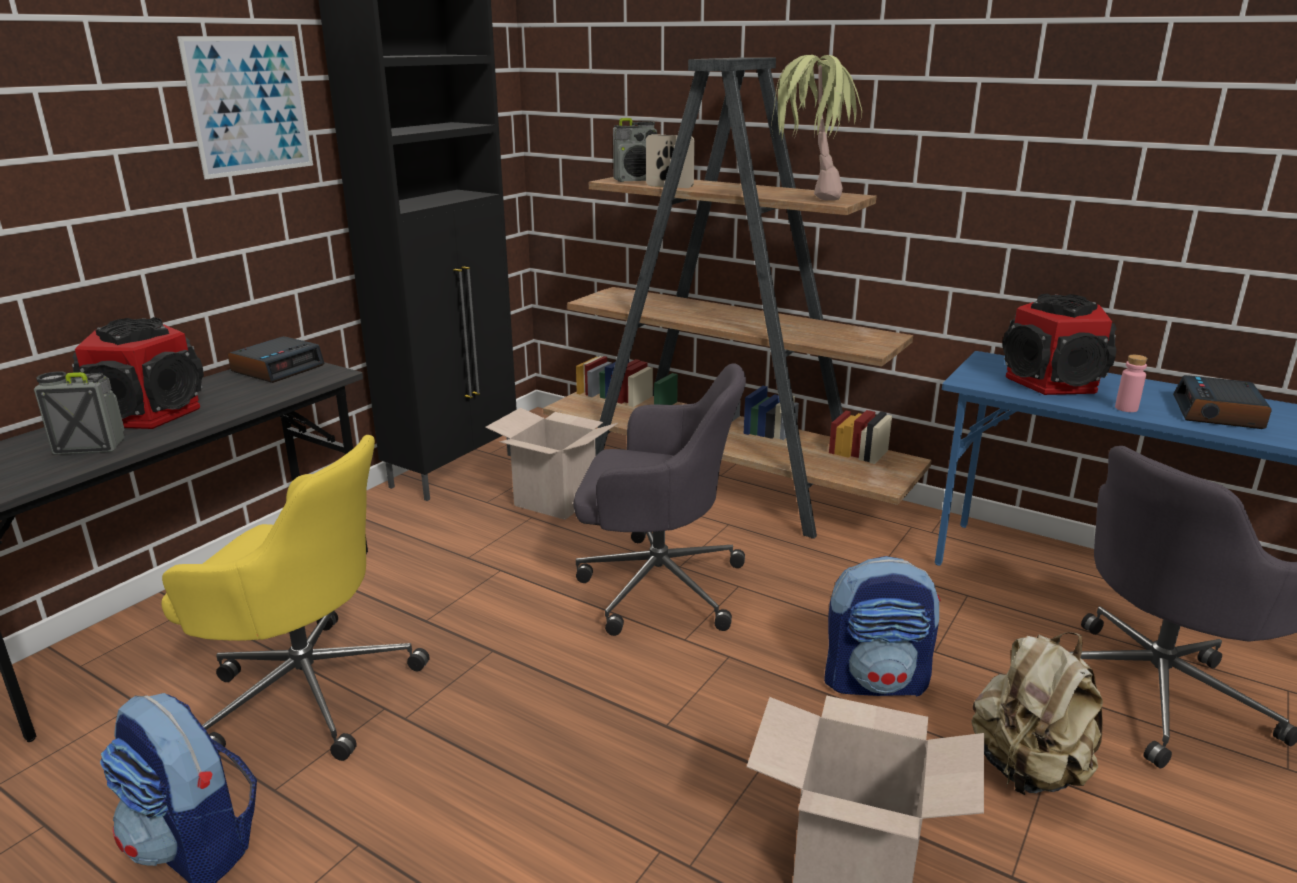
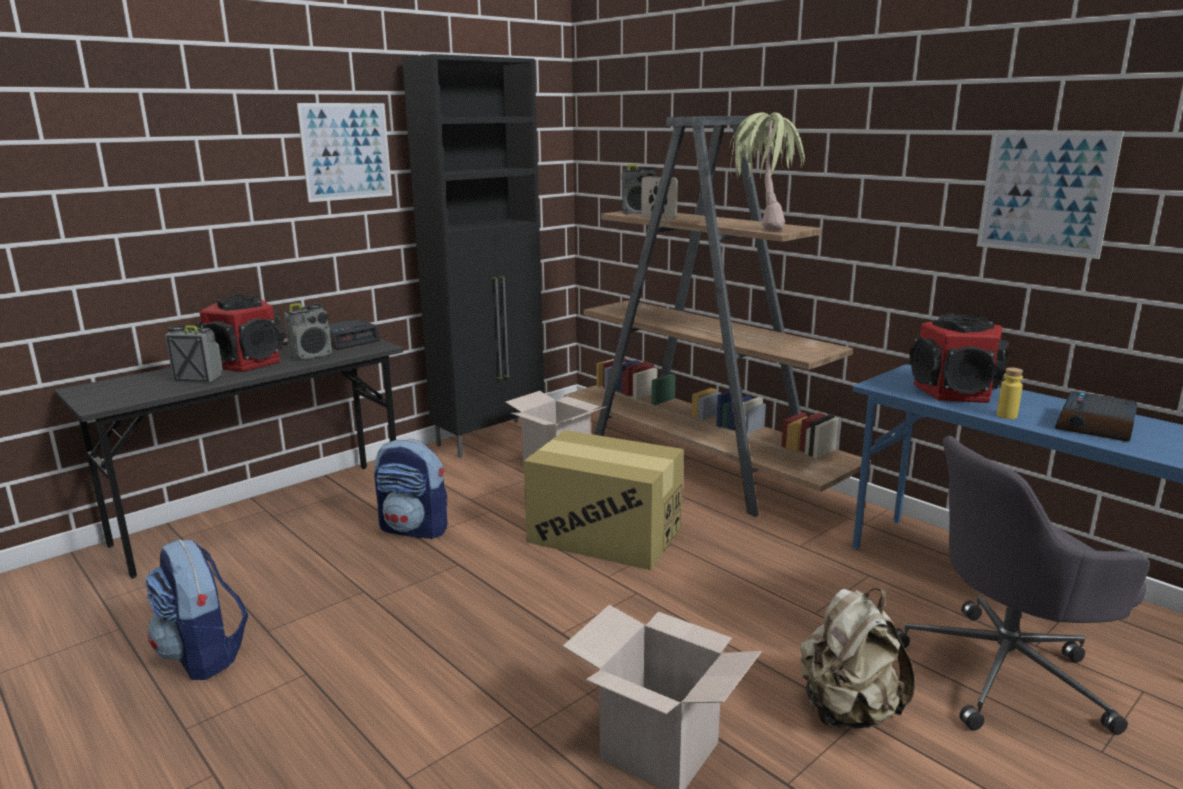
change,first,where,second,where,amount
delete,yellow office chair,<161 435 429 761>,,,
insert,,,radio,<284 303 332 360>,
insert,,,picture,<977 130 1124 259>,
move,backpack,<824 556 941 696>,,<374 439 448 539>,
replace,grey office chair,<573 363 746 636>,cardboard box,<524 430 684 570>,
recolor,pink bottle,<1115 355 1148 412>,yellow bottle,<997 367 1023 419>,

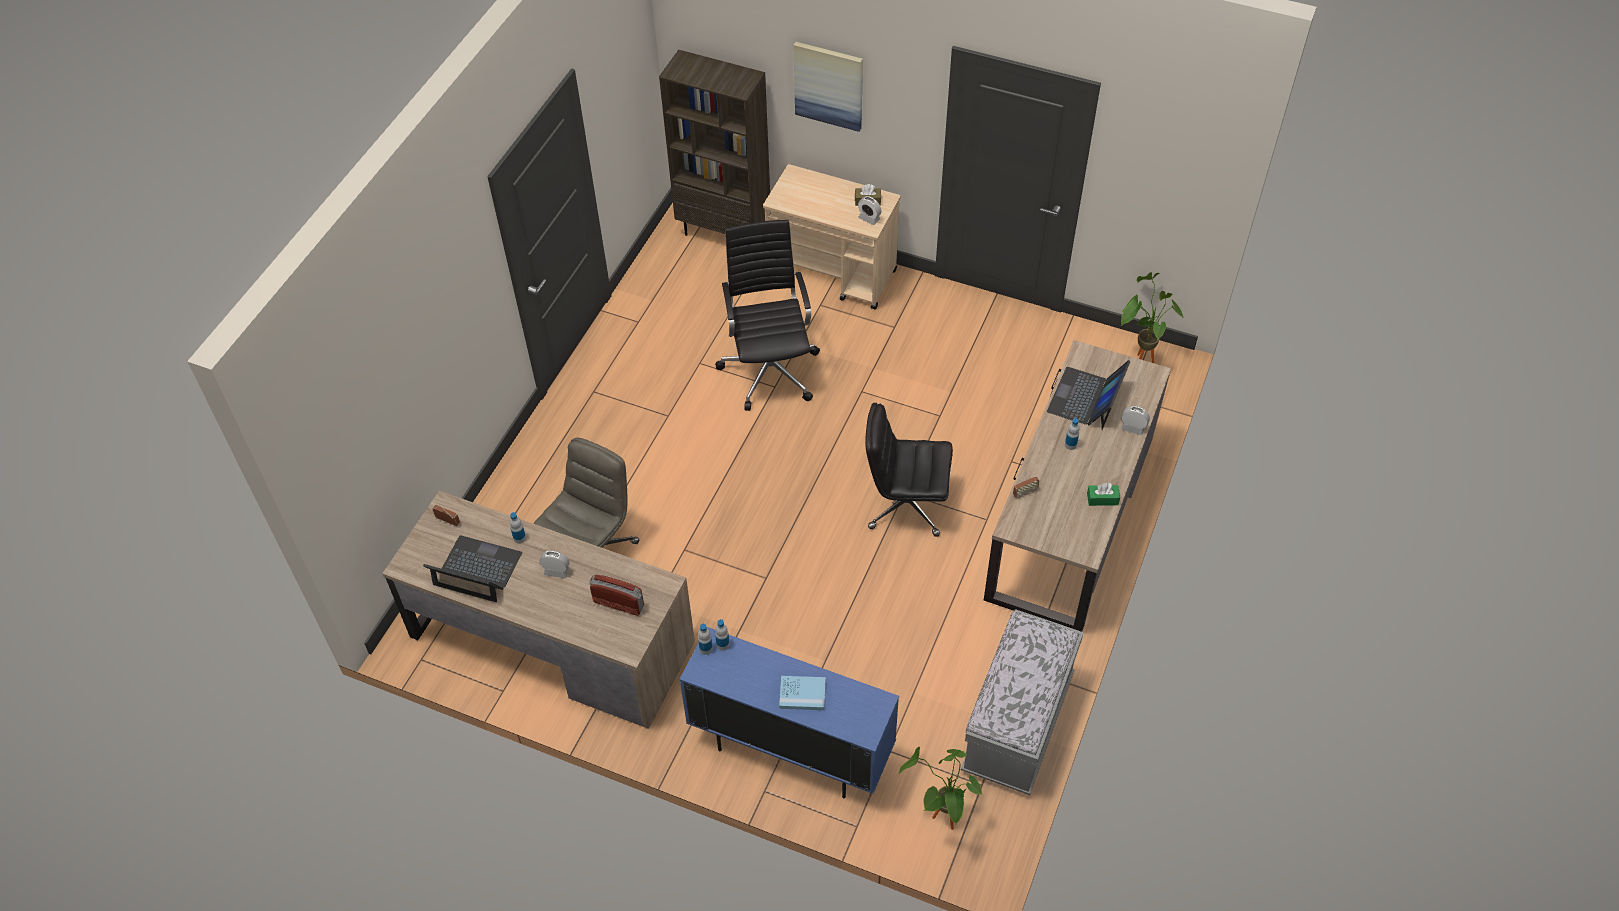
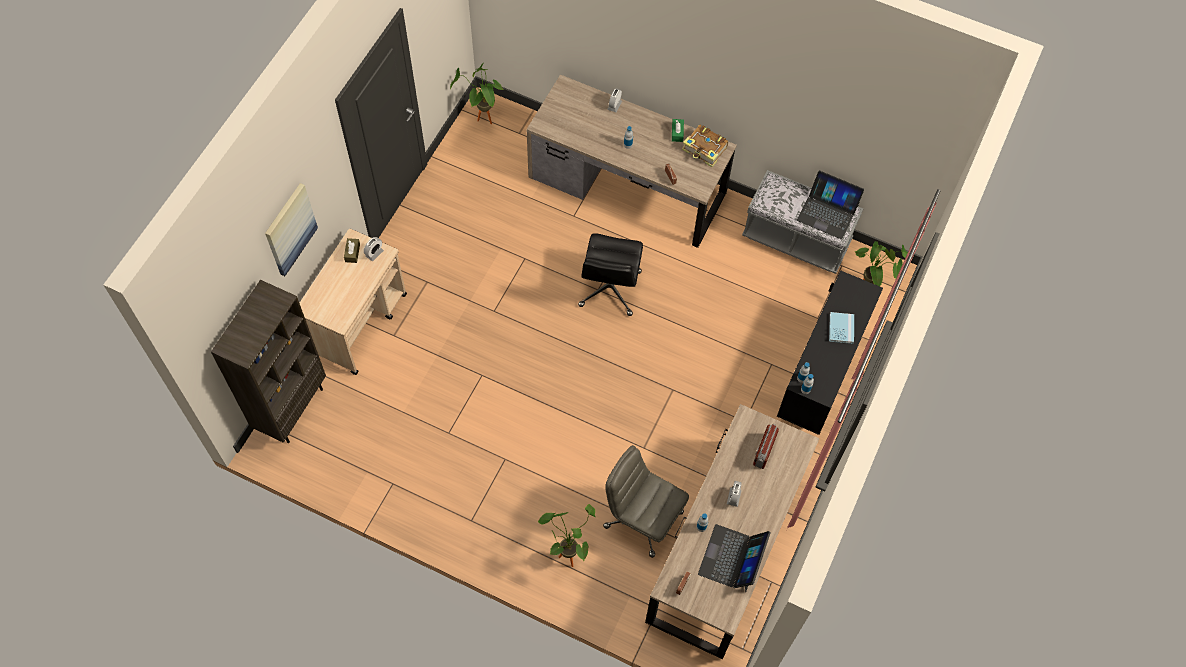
change,first,where,second,where,amount
delete,black office chair,<715 220 820 411>,,,
insert,,,potted plant,<538 504 596 567>,
insert,,,book,<682 125 728 167>,
move,laptop,<1047 360 1131 430>,,<797 171 864 239>,
recolor,blue cabinet,<679 627 899 798>,black cabinet,<777 270 883 435>,

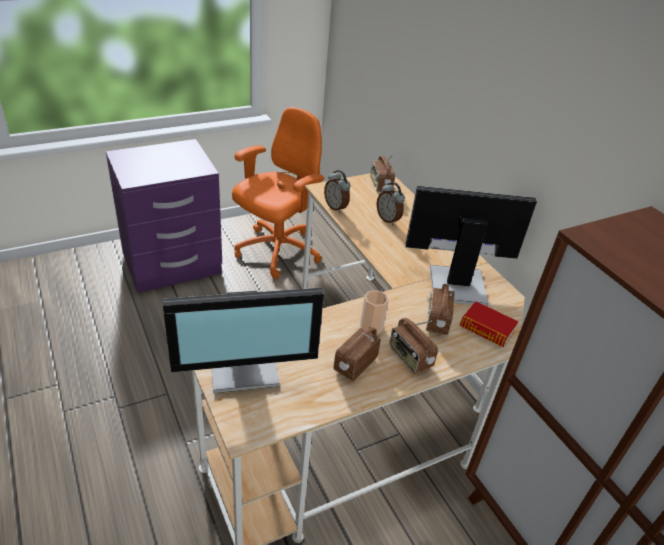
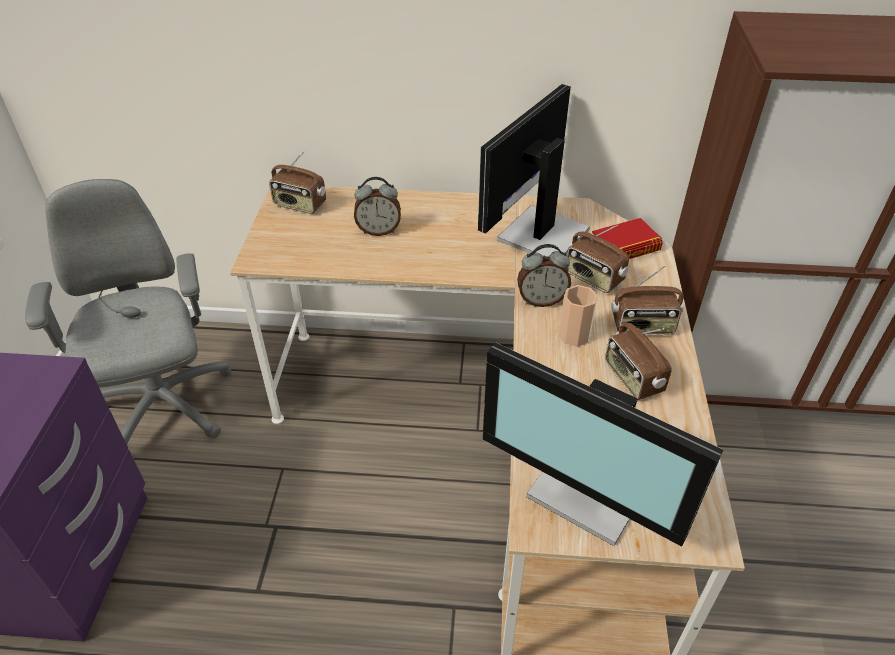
change,first,where,second,where,amount
move,alarm clock,<324 170 350 213>,,<517 244 571 307>,
recolor,orange office chair,<232 107 324 279>,grey office chair,<25 179 232 459>,
rotate,monitor,<163 288 324 393>,,<483 342 723 547>,105 degrees clockwise

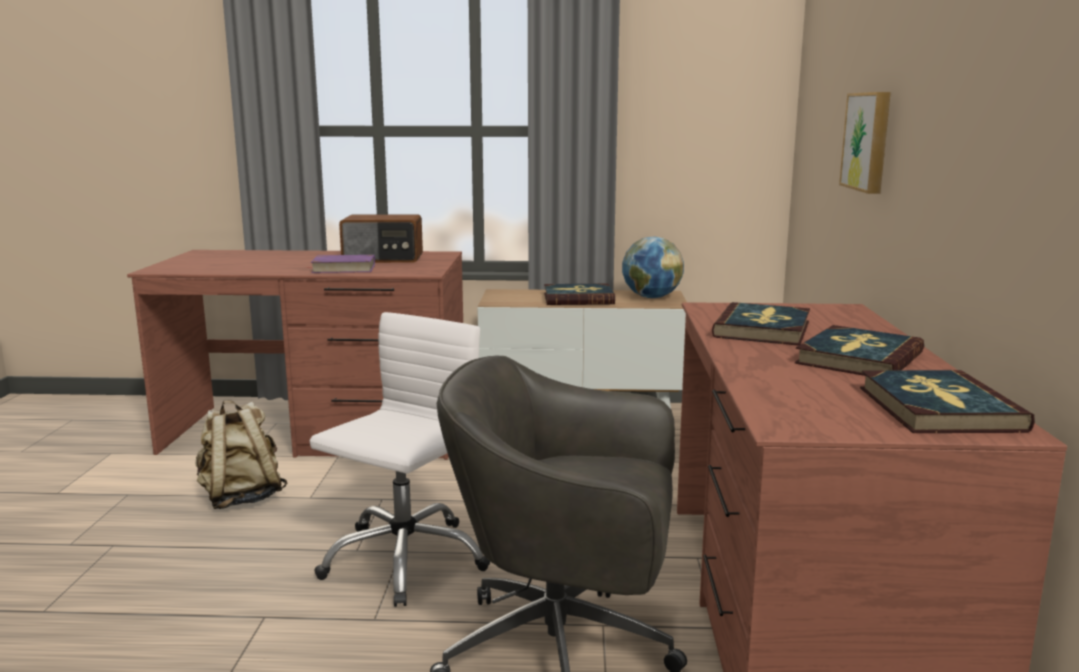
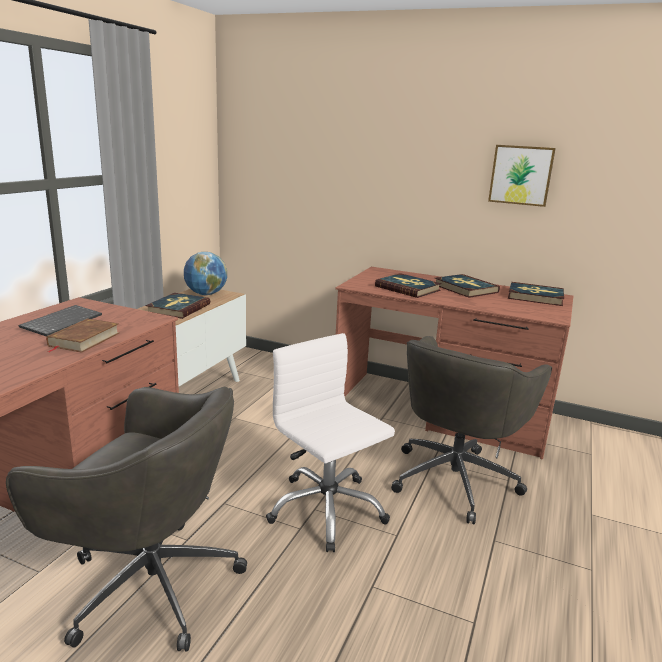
change,first,where,second,where,amount
move,picture,<839 92 891 194>,,<488 145 556 207>,
replace,beige backpack,<195 400 287 509>,grey office chair,<6 387 247 651>,
replace,radio,<339 214 423 263>,keyboard,<19 305 102 337>,
recolor,purple book,<306 255 375 273>,brown book,<46 318 119 353>,

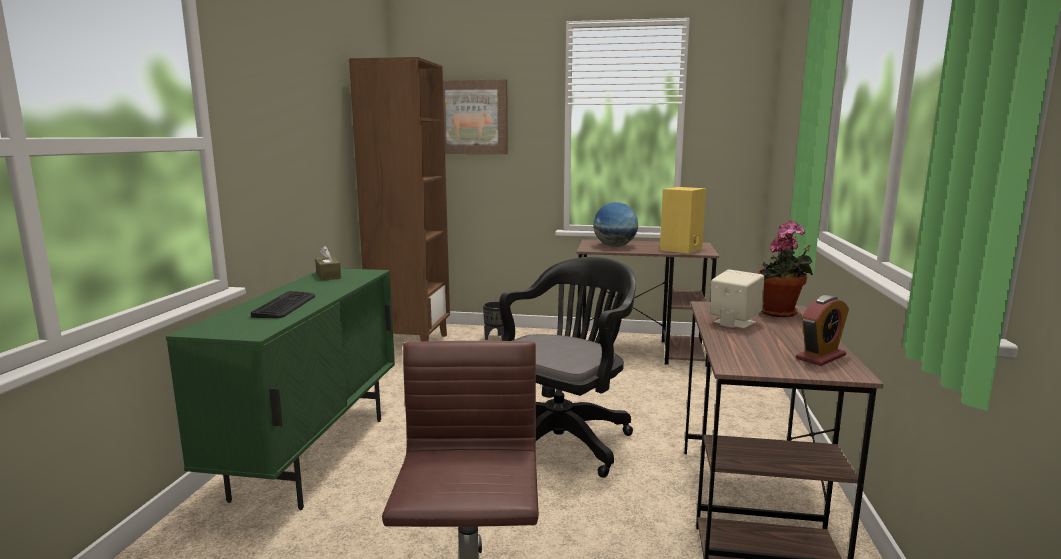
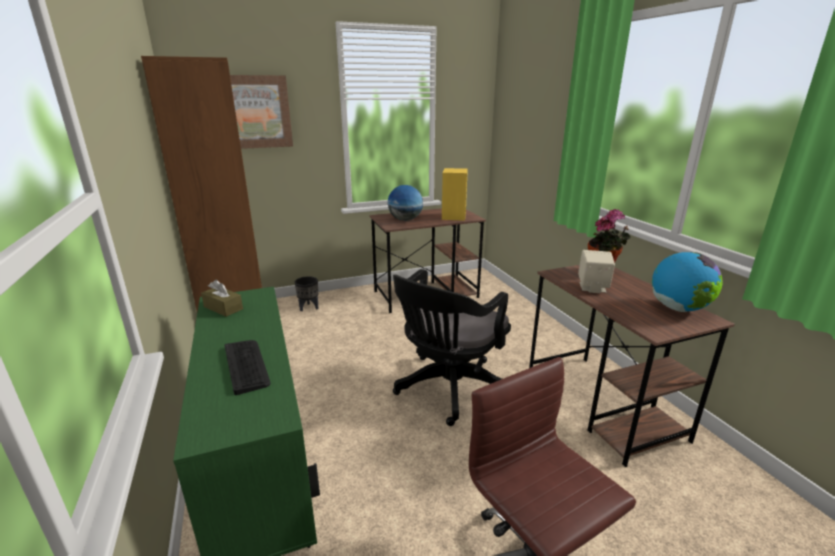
change,first,where,second,where,amount
replace,alarm clock,<796 295 849 366>,globe,<652 252 722 312>,
rotate,black office chair,<499 257 636 478>,,<393 269 511 426>,150 degrees counterclockwise

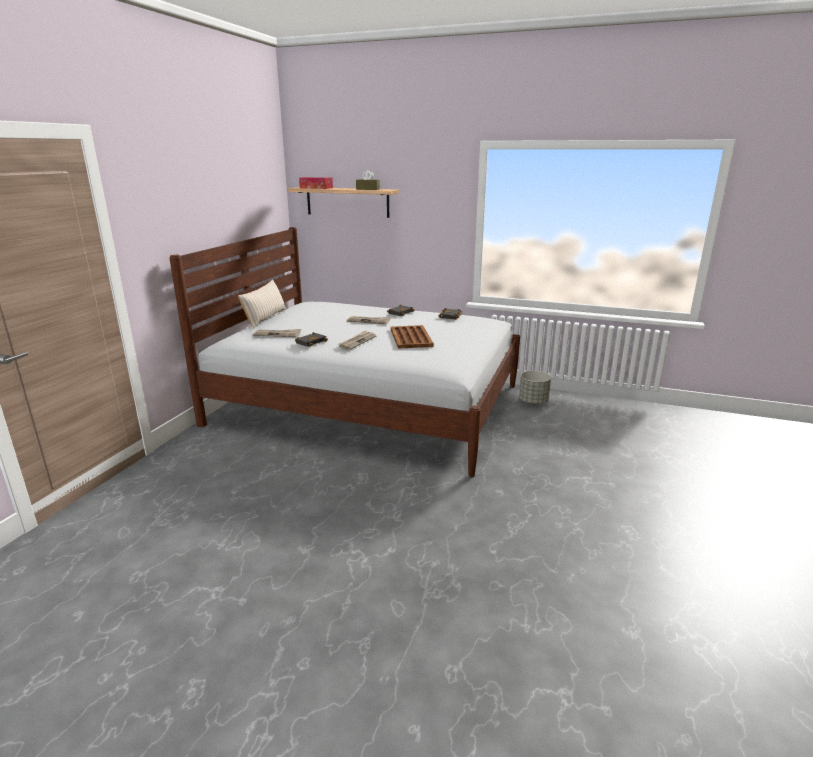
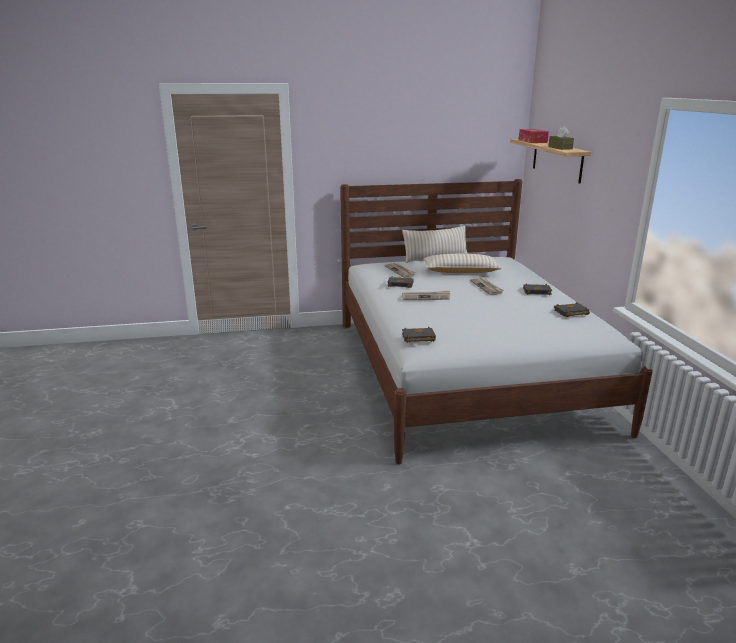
change,first,where,second,where,amount
delete,brown tray,<391 325 434 349>,,,
delete,grey planter,<519 371 551 404>,,,
insert,,,black book,<402 327 436 343>,
insert,,,beige pillow,<423 254 502 273>,

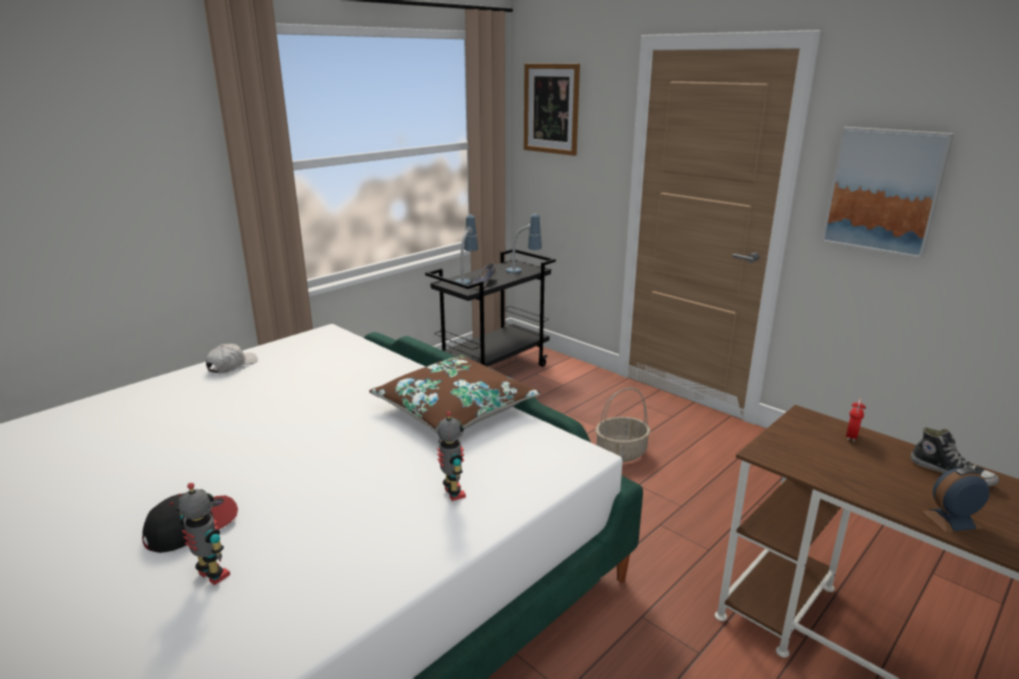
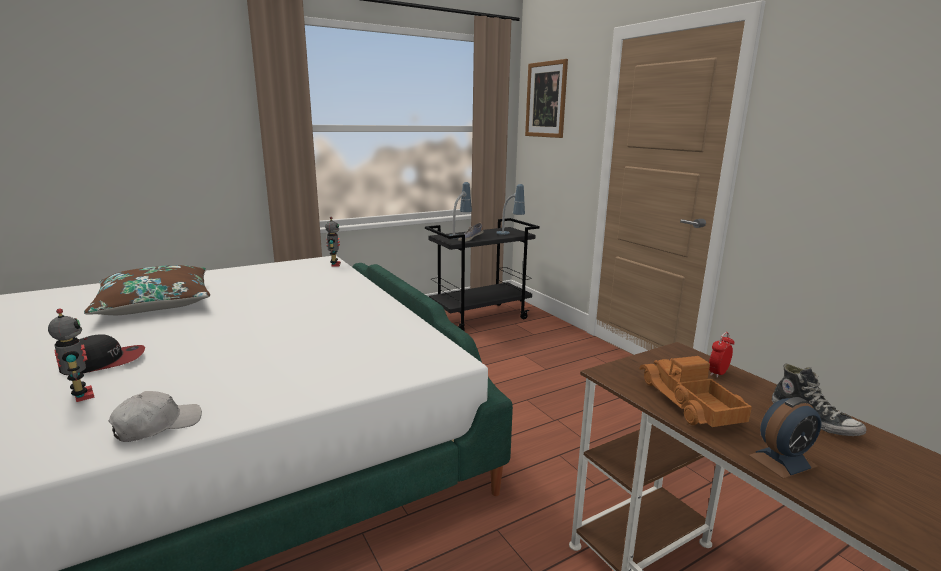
change,first,where,second,where,amount
delete,basket,<596 388 651 462>,,,
delete,picture,<821 127 954 259>,,,
insert,,,toy truck,<639 356 752 427>,
move,white cap,<206 344 258 373>,,<109 391 202 442>,
move,brown pillow,<369 355 541 434>,,<84 265 210 315>,
move,toy robot,<437 411 466 501>,,<325 217 341 267>,
rotate,alarm clock,<922 468 990 533>,,<748 397 821 479>,150 degrees clockwise

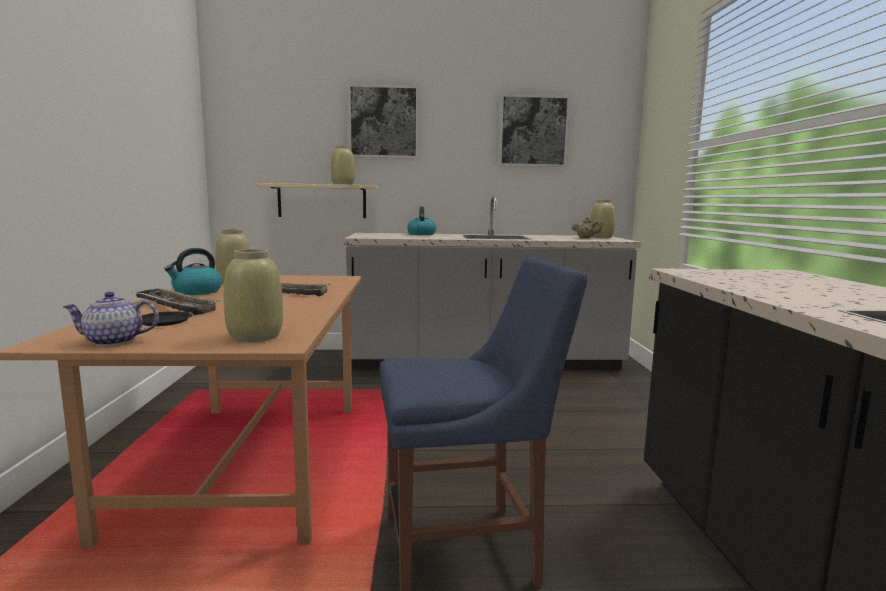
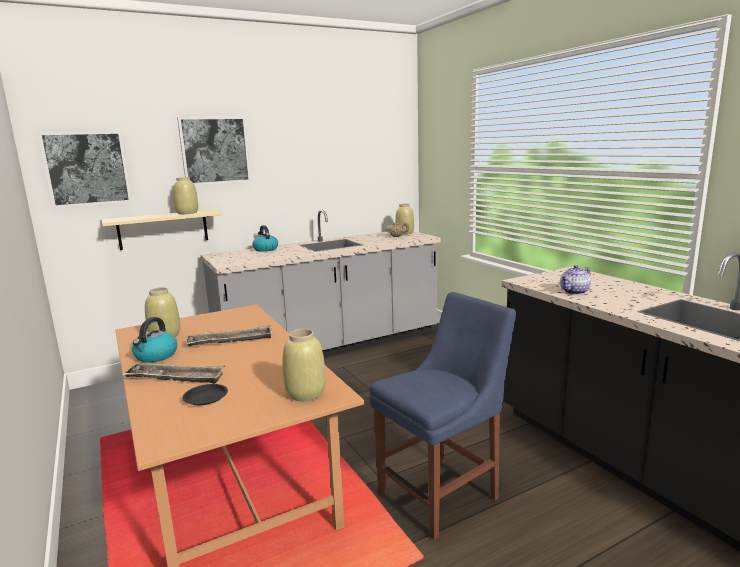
change,first,where,second,where,amount
move,teapot,<62 292 159 346>,,<560 265 591 295>,
move,picture,<498 94 570 167>,,<38 131 132 208>,

